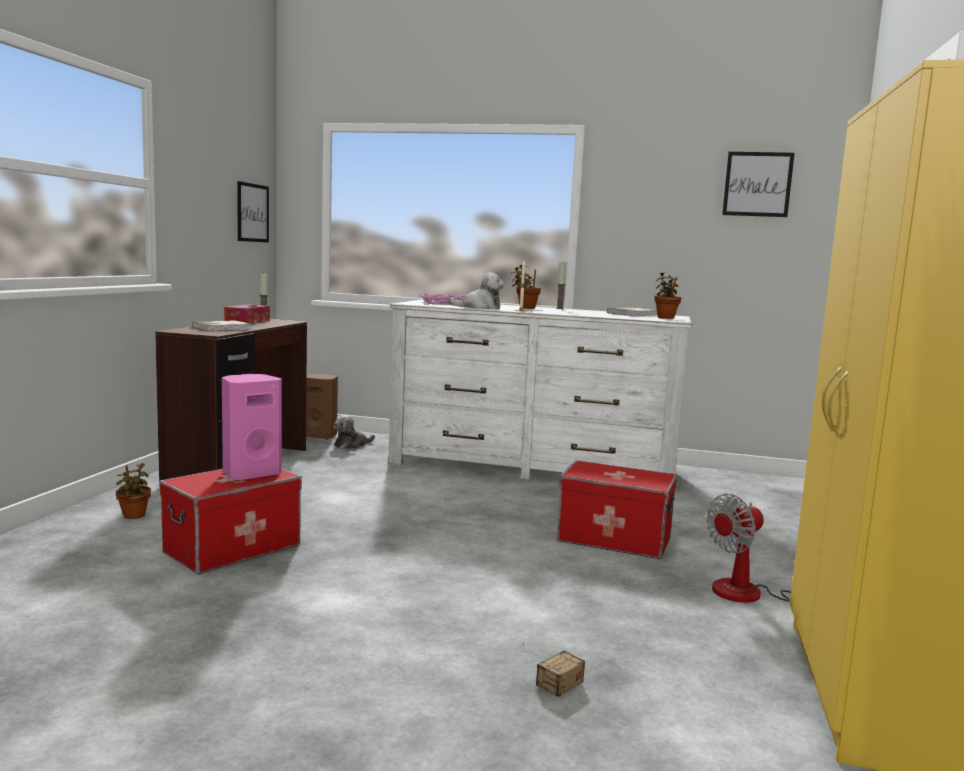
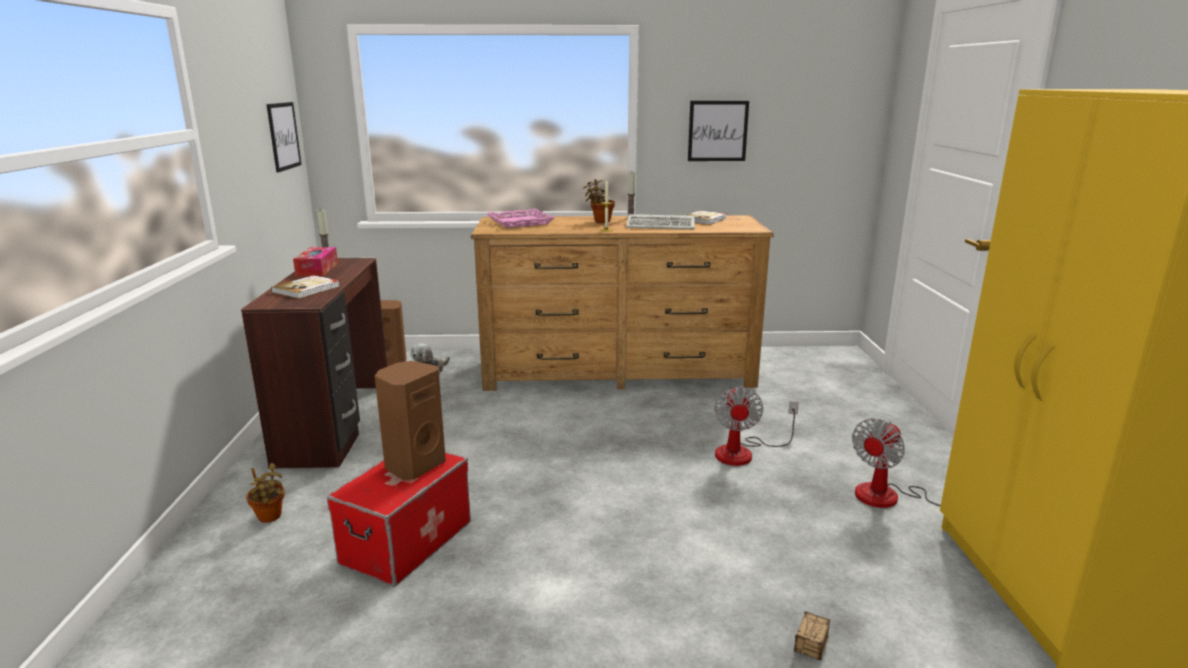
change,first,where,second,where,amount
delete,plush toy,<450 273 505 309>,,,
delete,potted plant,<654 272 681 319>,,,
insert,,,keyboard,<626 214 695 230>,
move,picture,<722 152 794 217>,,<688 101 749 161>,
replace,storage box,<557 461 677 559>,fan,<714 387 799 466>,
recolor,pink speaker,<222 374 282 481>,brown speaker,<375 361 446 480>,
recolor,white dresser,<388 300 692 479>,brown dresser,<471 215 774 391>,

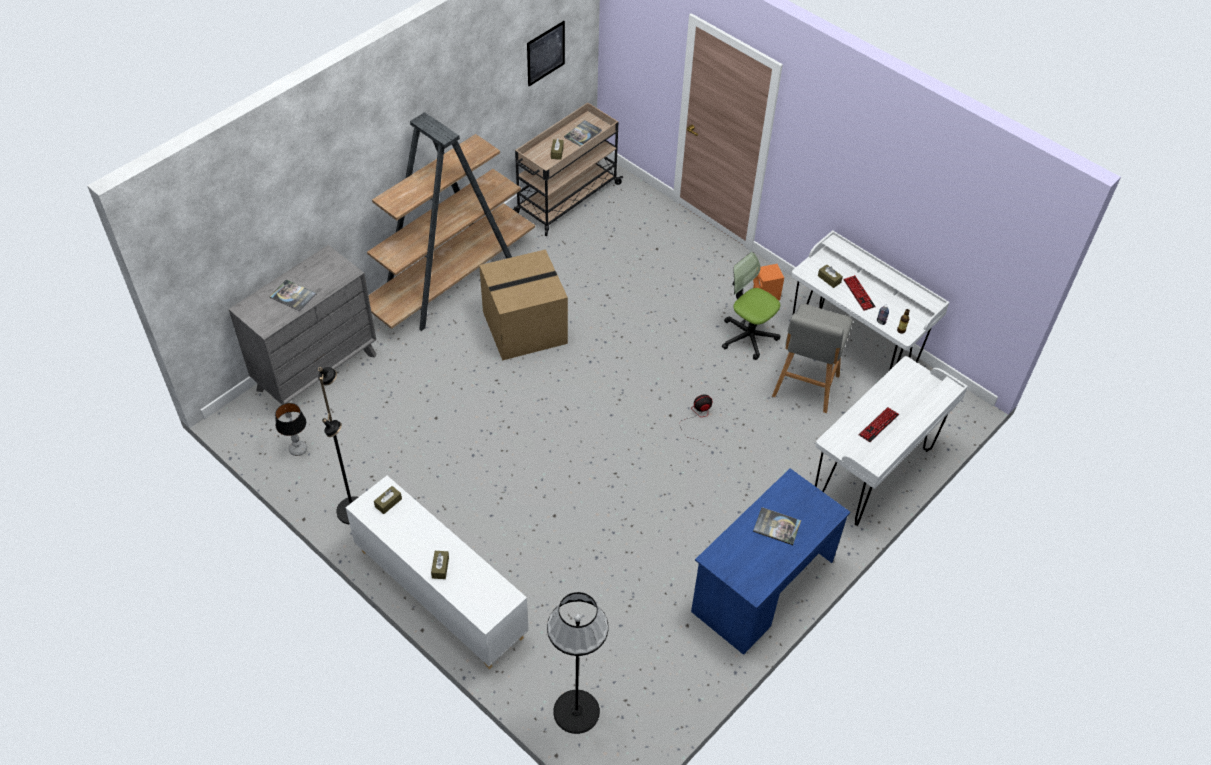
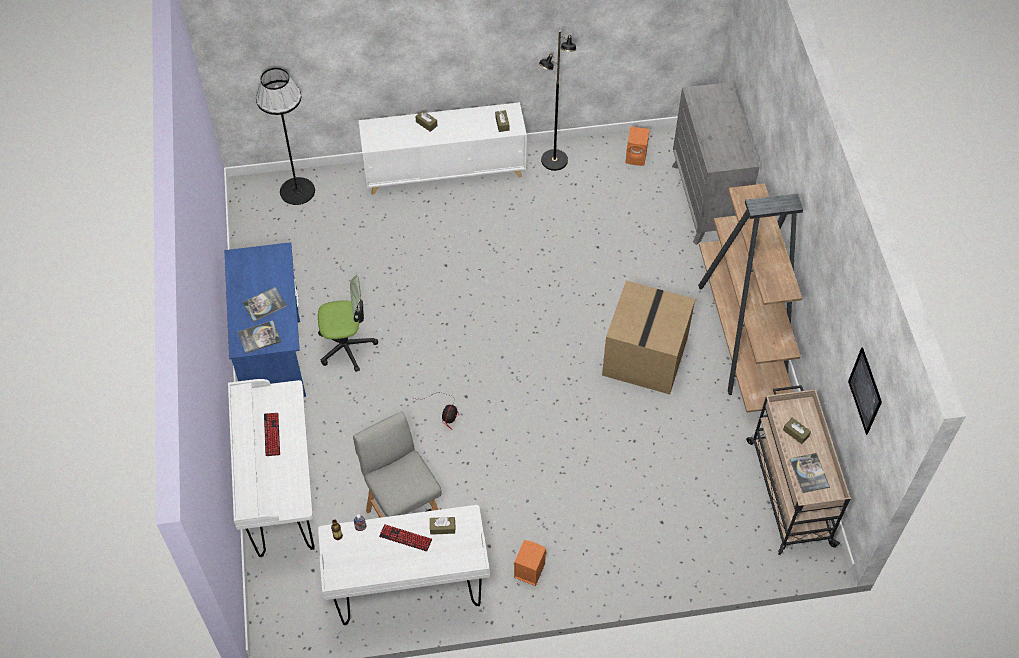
change,first,where,second,where,amount
move,book,<269 279 317 311>,,<238 321 281 354>,
move,office chair,<722 252 780 360>,,<318 275 378 372>,
replace,table lamp,<275 403 307 456>,orange speaker,<625 127 650 166>,

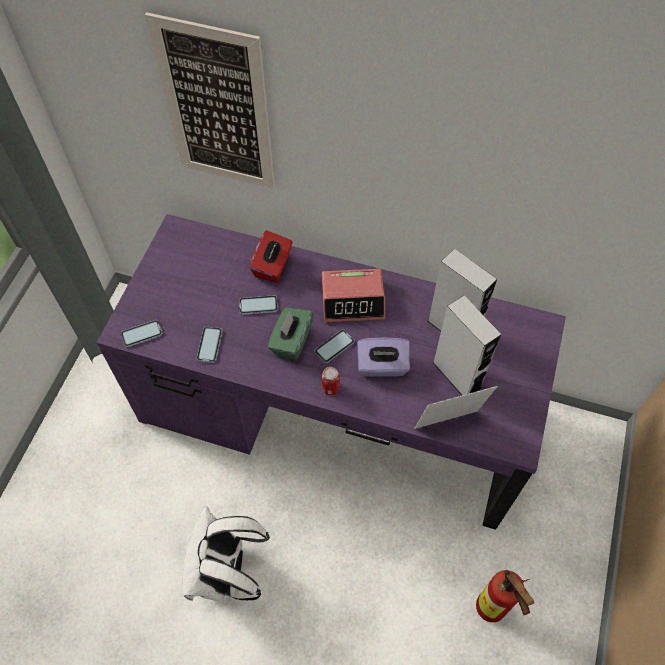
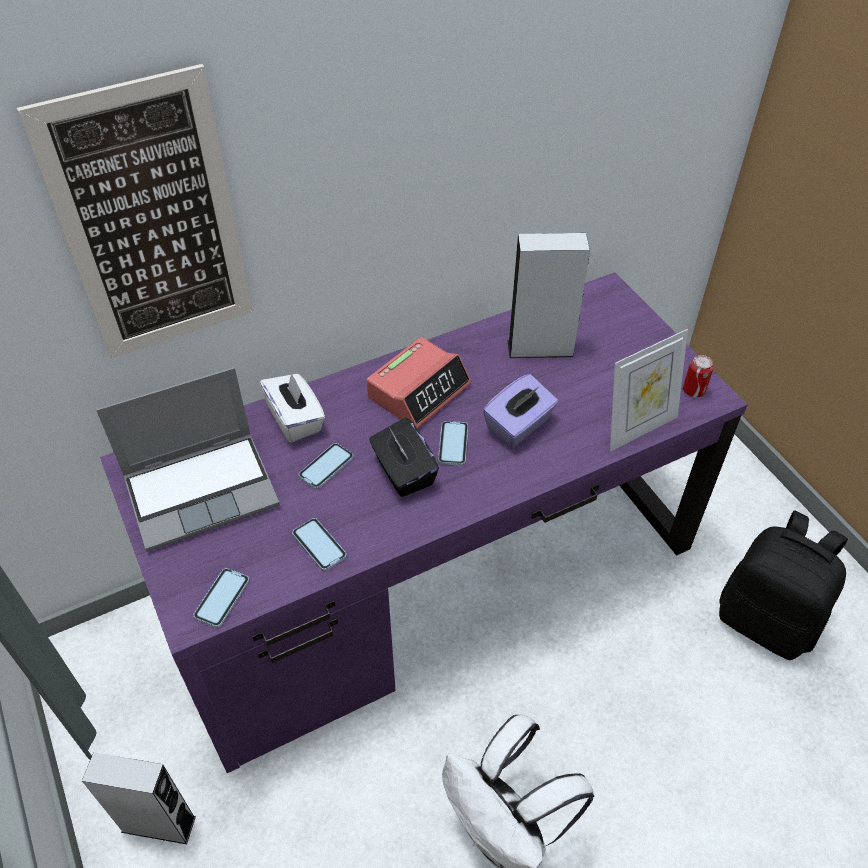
change,first,where,second,where,amount
insert,,,laptop,<96 367 280 552>,
move,can,<322 367 340 395>,,<683 355 713 397>,
move,grey speaker,<432 296 501 395>,,<82 752 196 844>,
replace,fire extinguisher,<476 570 534 622>,black backpack,<719 511 848 660>,
recolor,red tissue box,<250 230 292 283>,white tissue box,<260 372 325 443>,
recolor,green tissue box,<268 307 314 360>,black tissue box,<369 418 439 497>,
rotate,picture frame,<414 386 498 429>,,<610 329 688 452>,150 degrees counterclockwise

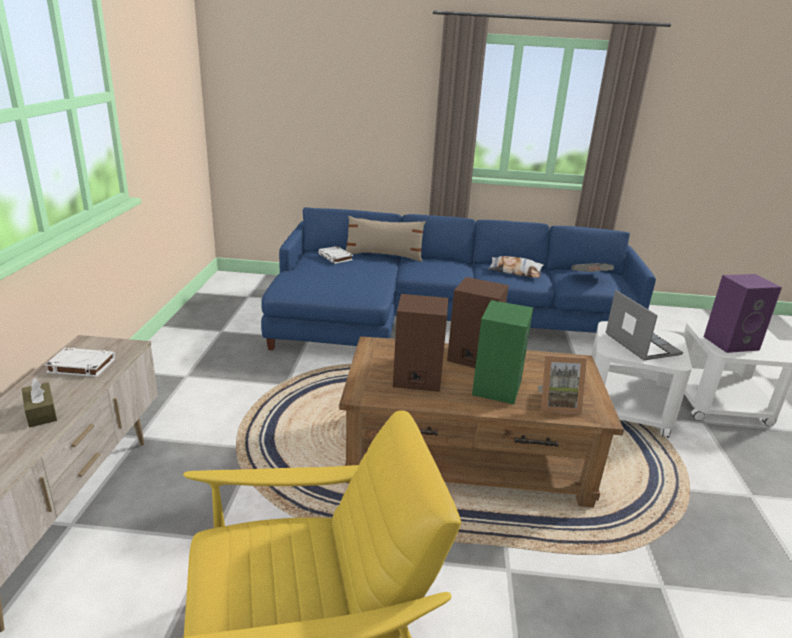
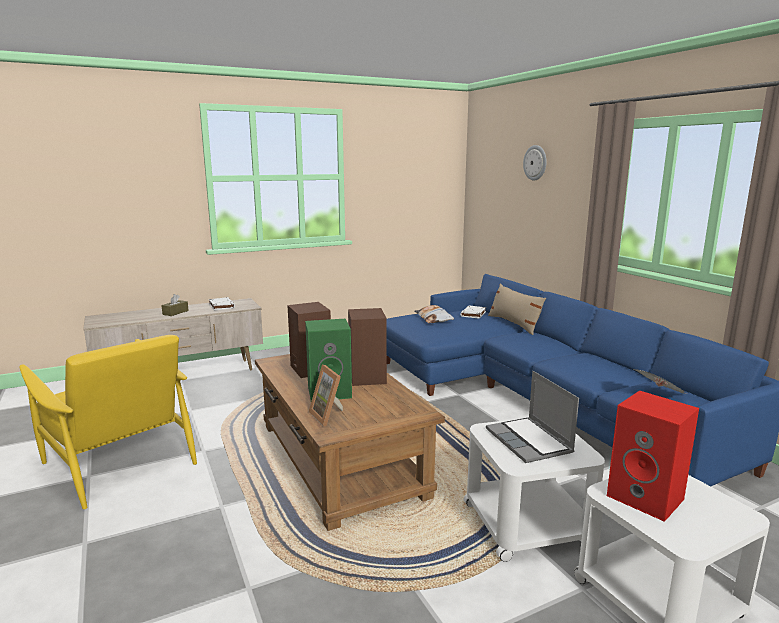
change,first,where,second,where,amount
insert,,,wall clock,<523 145 547 181>,
move,pillow,<488 256 544 278>,,<415 305 454 323>,
recolor,purple speaker,<704 274 782 353>,red speaker,<607 391 699 522>,
rotate,laptop,<605 290 683 360>,,<486 371 579 463>,120 degrees clockwise

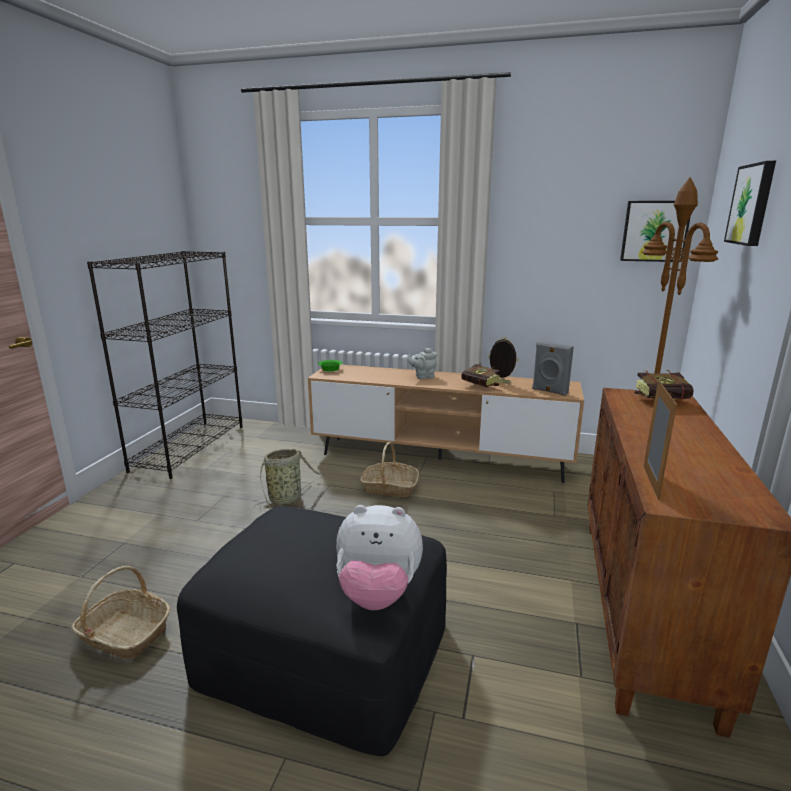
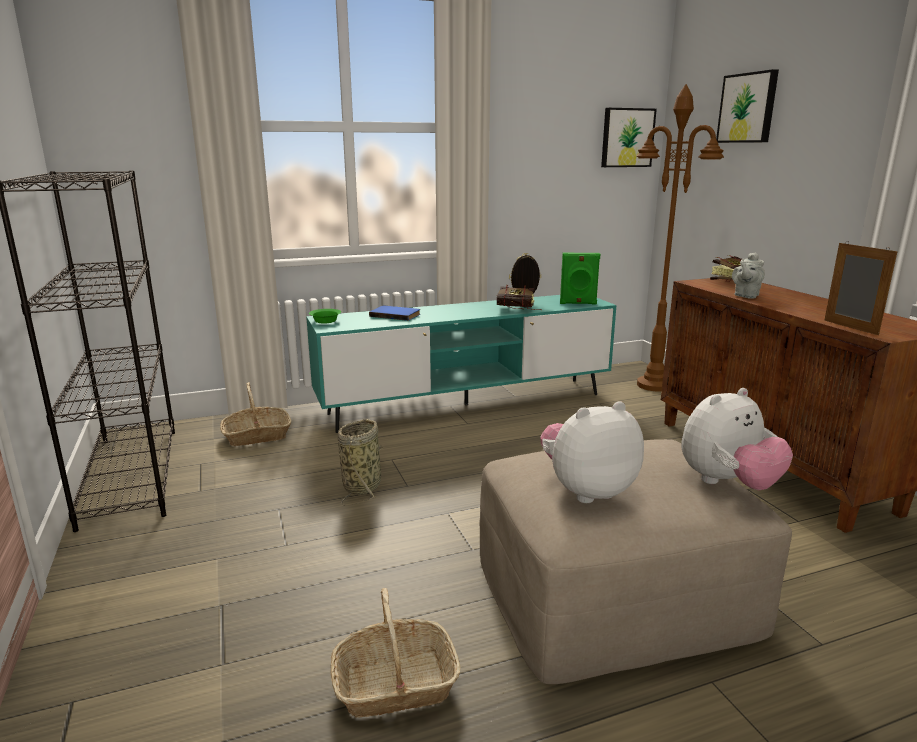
change,first,where,second,where,amount
insert,,,blue book,<369 306 420 321>,
insert,,,plush toy,<540 401 644 503>,
move,basket,<360 442 419 497>,,<220 382 291 446>,
move,grey teapot,<407 348 437 379>,,<732 252 765 299>,
recolor,black ottoman,<177 506 447 756>,beige ottoman,<479 439 792 684>,
recolor,brown tv stand,<308 364 584 483>,turquoise tv stand,<306 295 616 433>,
recolor,grey speaker,<532 341 574 396>,green speaker,<560 253 600 305>,

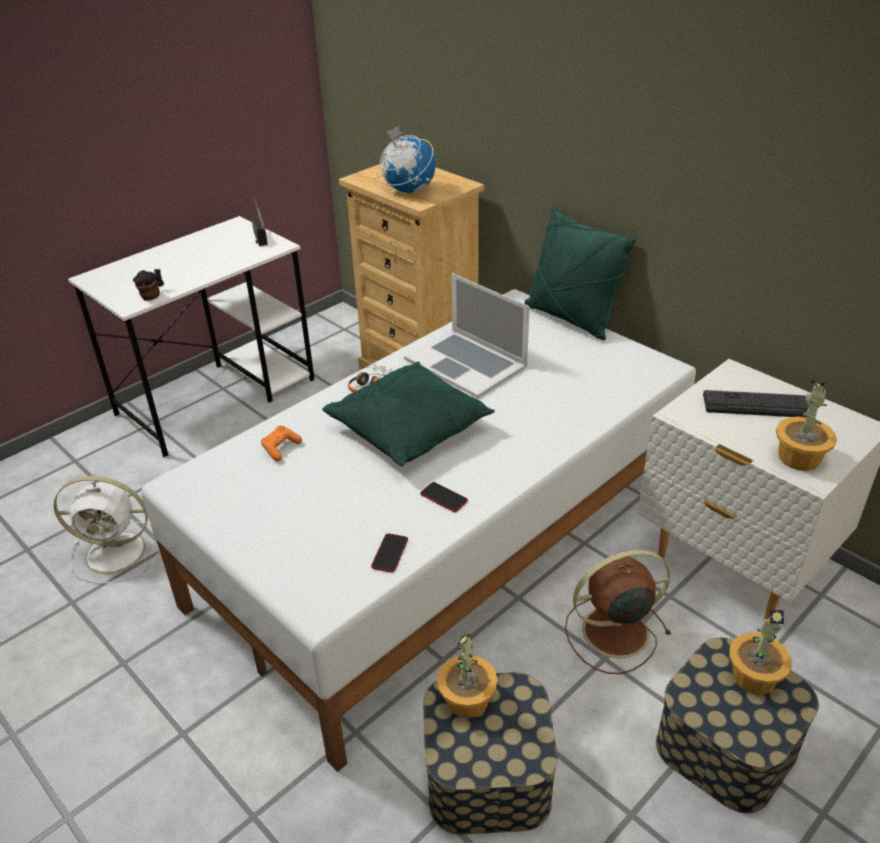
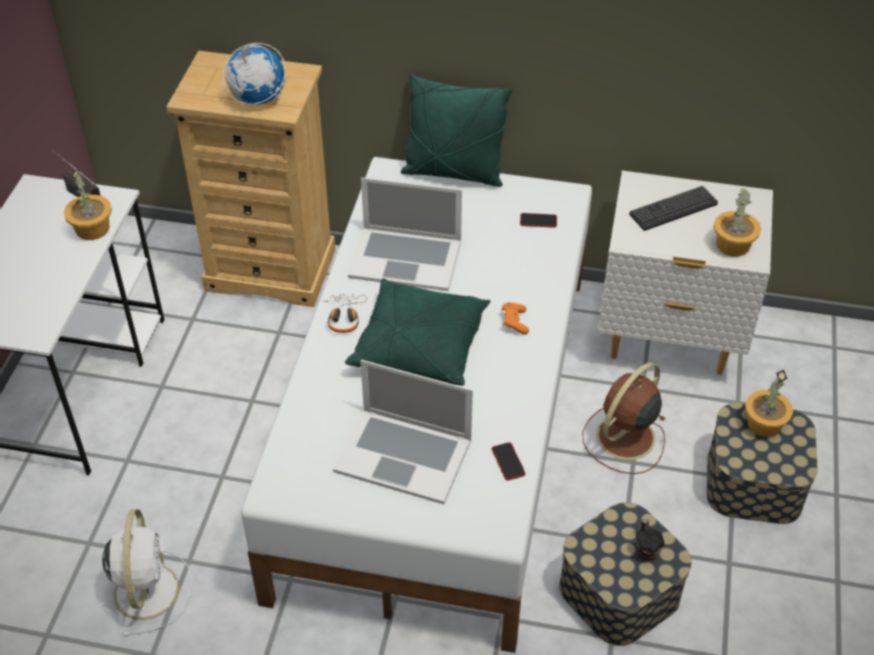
change,first,where,second,where,amount
insert,,,laptop,<333 360 473 504>,
move,mug,<133 269 164 301>,,<636 519 664 561>,
move,orange game controller,<261 426 302 462>,,<501 303 529 334>,
move,phone,<420 482 468 512>,,<520 213 557 228>,
move,potted plant,<437 634 498 718>,,<64 168 112 240>,
rotate,white fan,<54 476 160 583>,,<99 509 193 637>,60 degrees counterclockwise

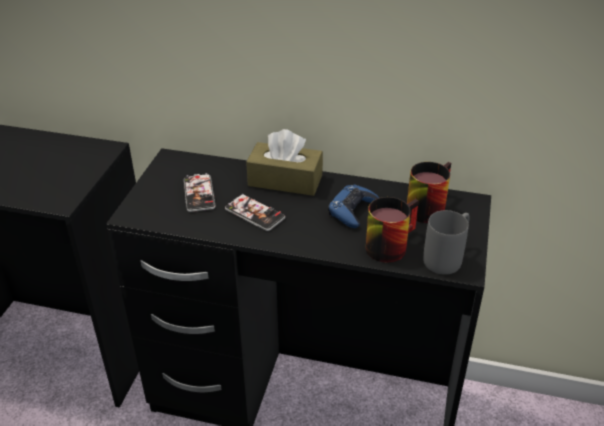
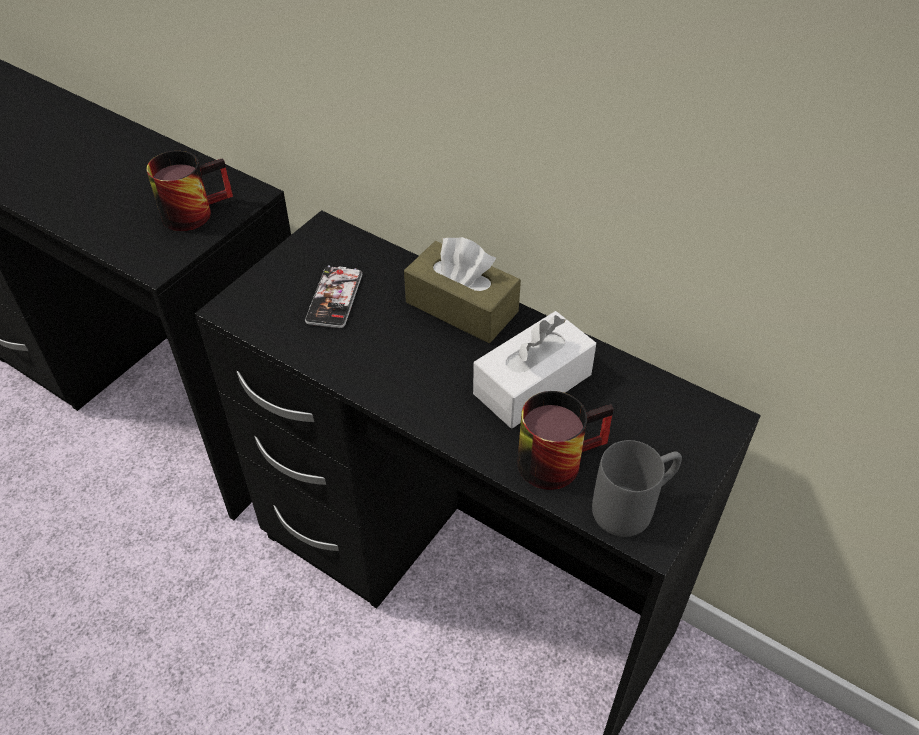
change,first,where,second,where,amount
delete,phone,<225 194 285 231>,,,
move,mug,<407 162 451 223>,,<146 151 233 231>,
replace,blue game controller,<328 184 379 228>,white tissue box,<473 311 596 428>,

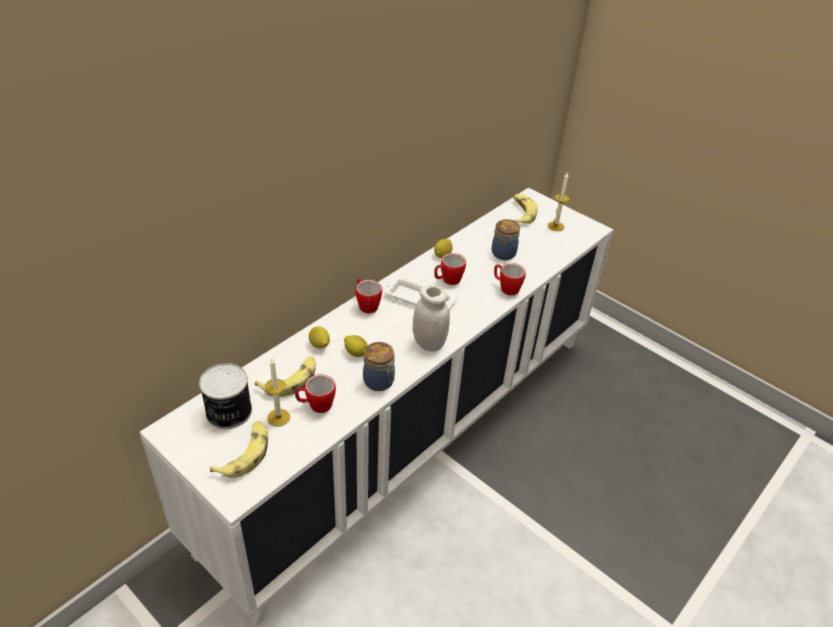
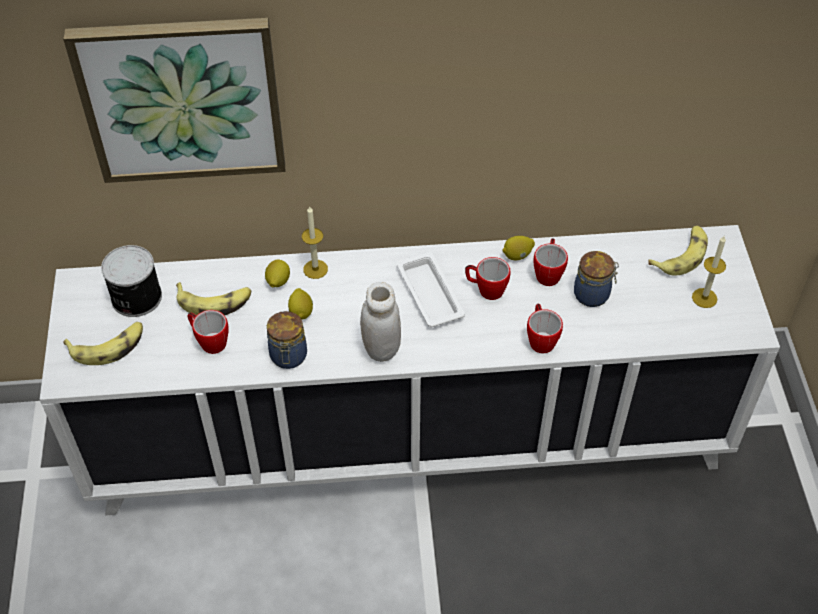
change,first,where,second,where,amount
insert,,,picture,<63 18 285 183>,
move,candle,<265 358 290 427>,,<302 206 328 279>,
move,mug,<356 278 382 313>,,<534 238 568 286>,

